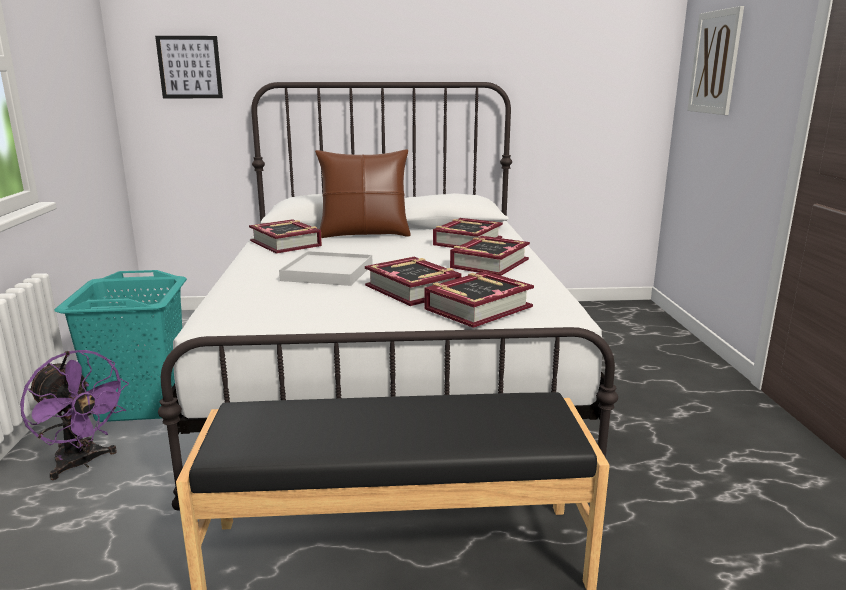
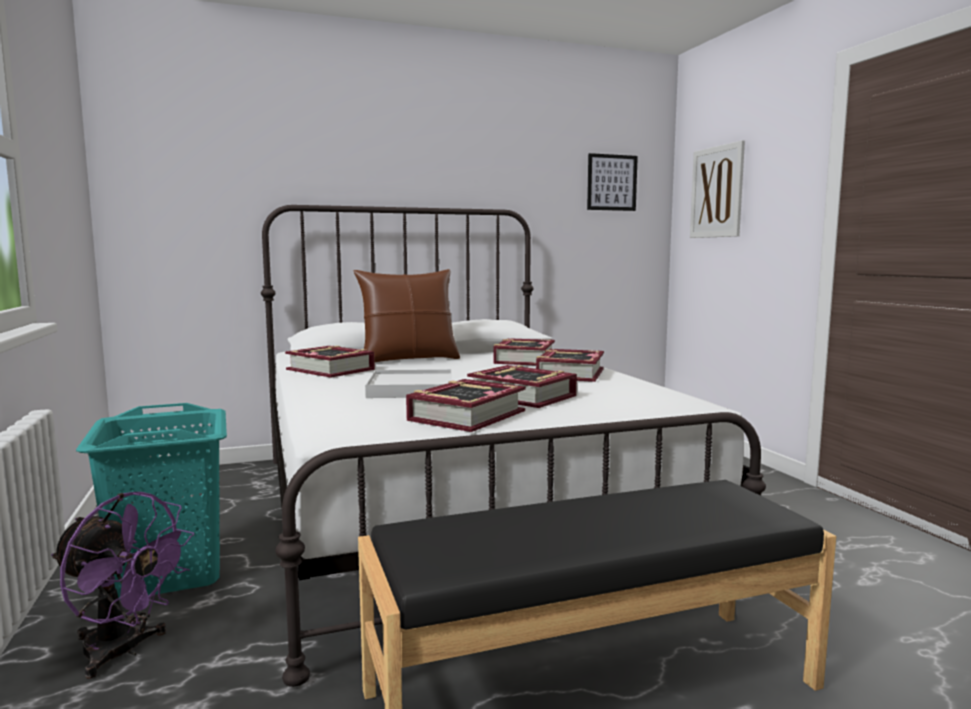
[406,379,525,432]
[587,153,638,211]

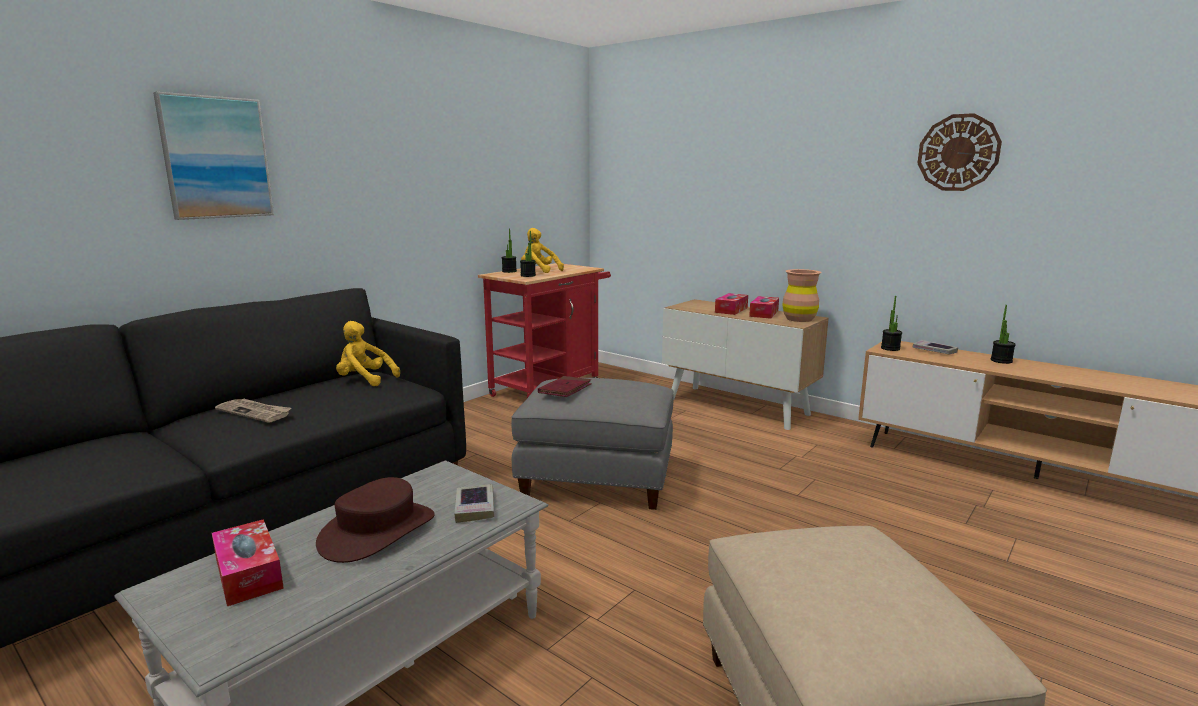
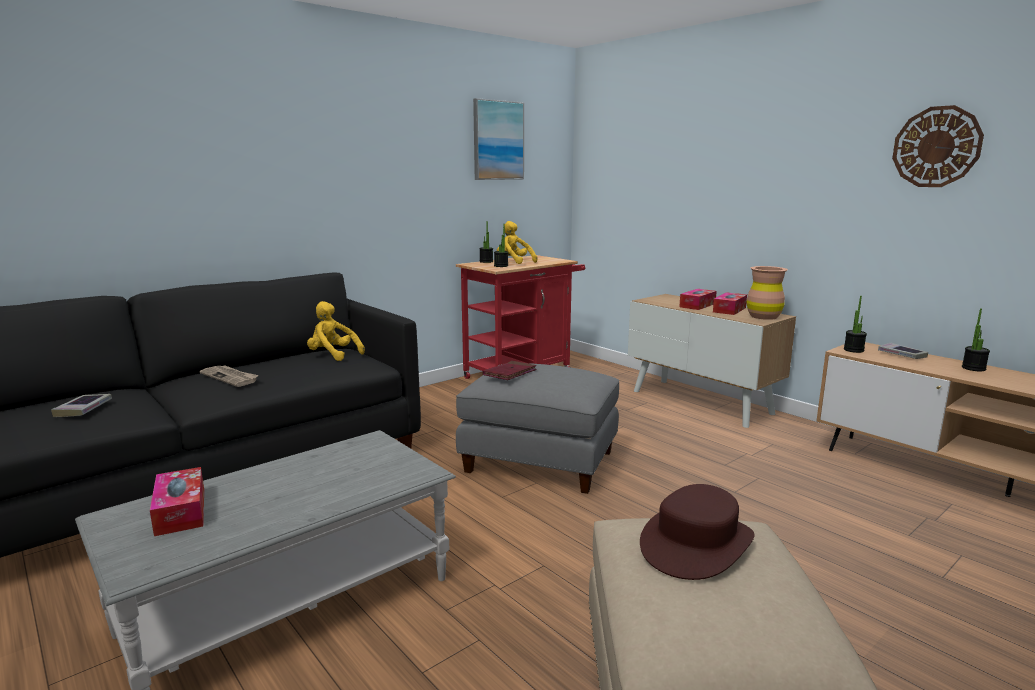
[51,394,112,417]
[473,98,524,180]
[640,484,755,580]

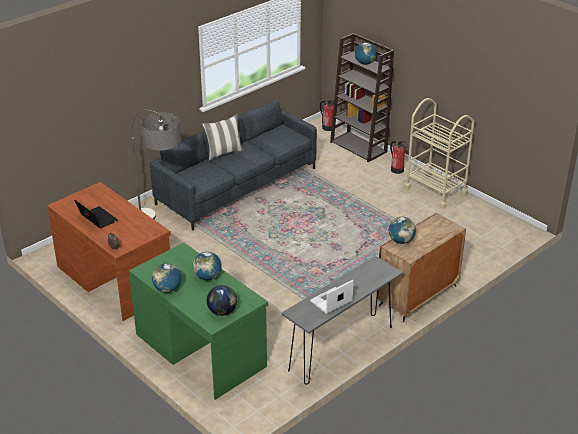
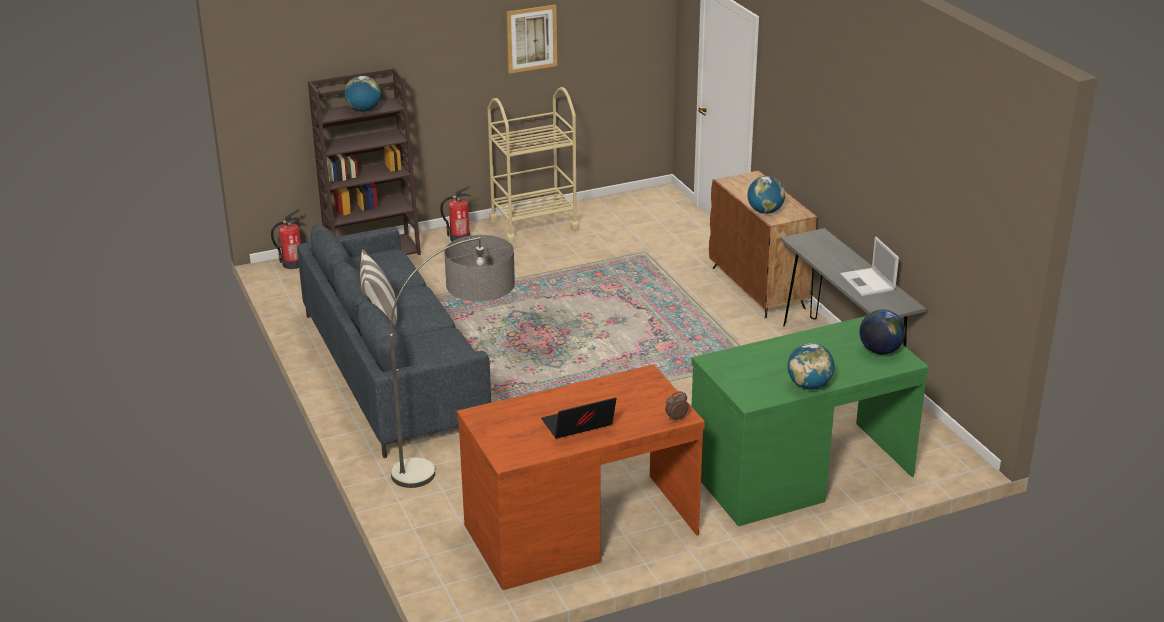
[506,5,557,74]
[193,252,222,280] (first image)

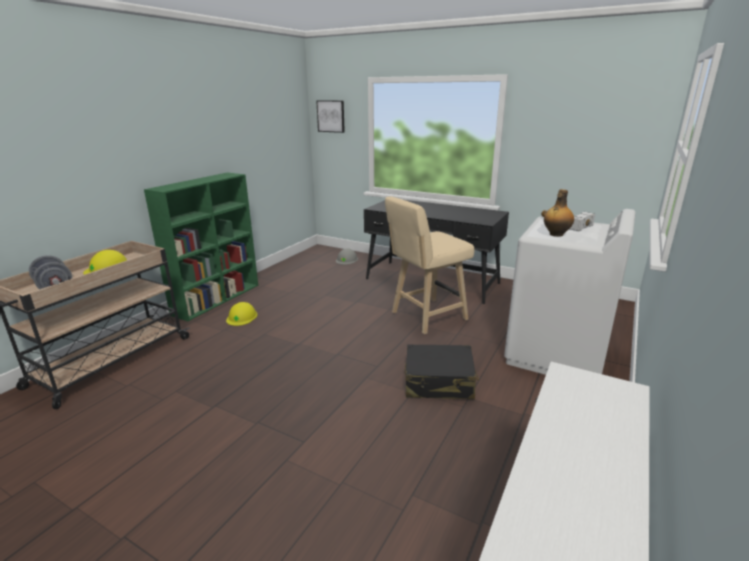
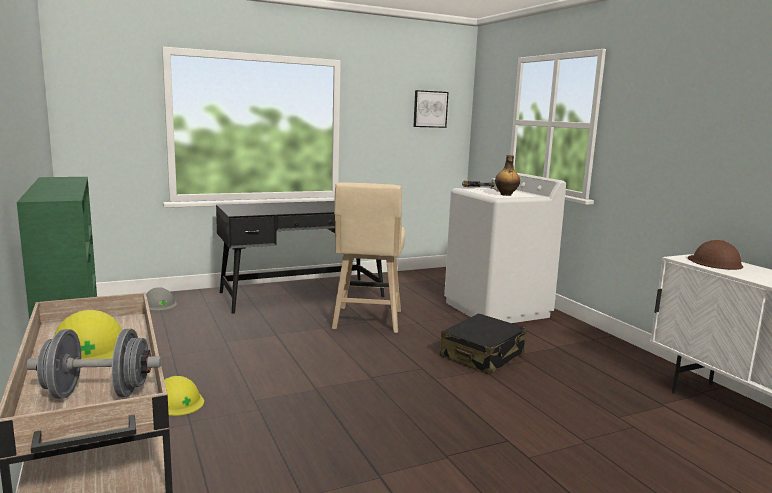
[413,90,448,128]
[688,240,743,270]

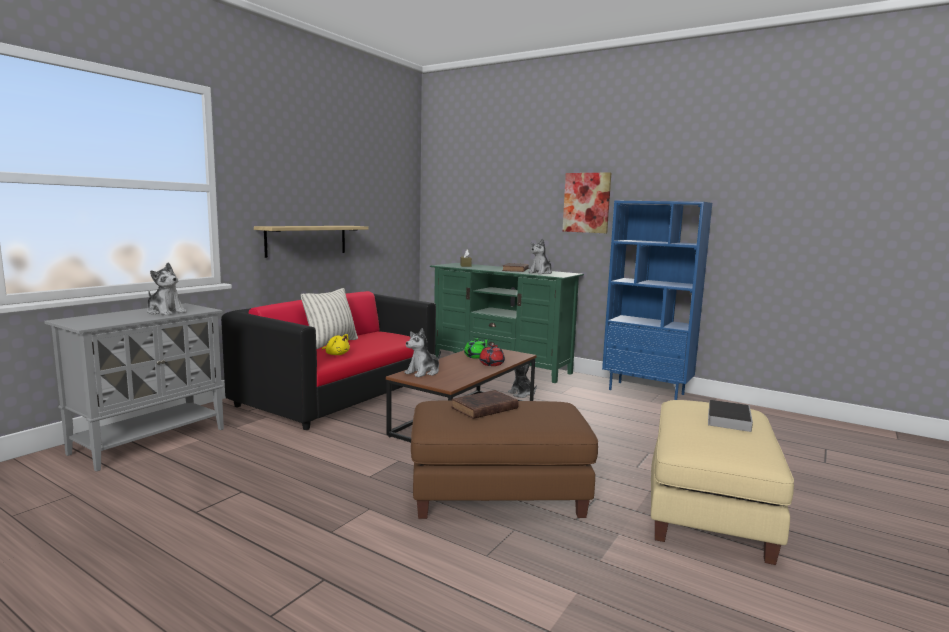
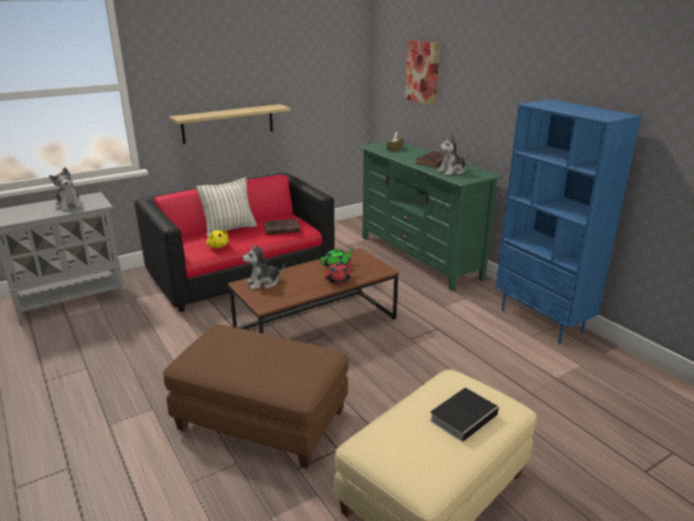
[264,219,300,235]
[405,40,440,106]
[508,363,537,398] (first image)

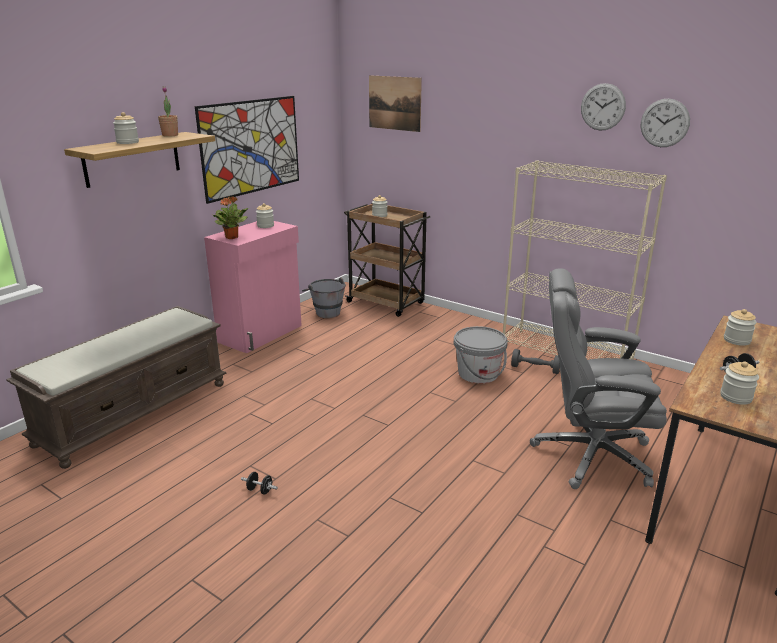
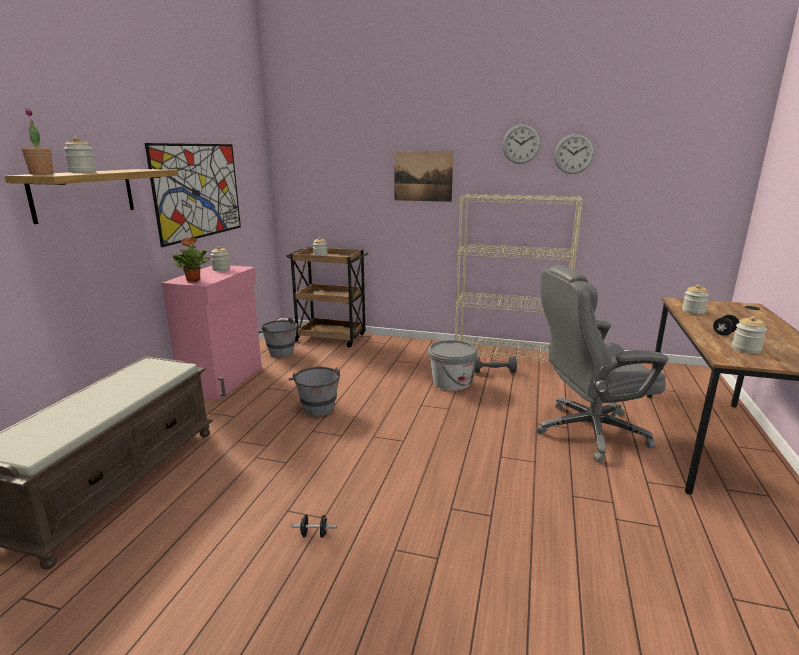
[21,108,54,175]
[288,367,340,417]
[394,151,453,202]

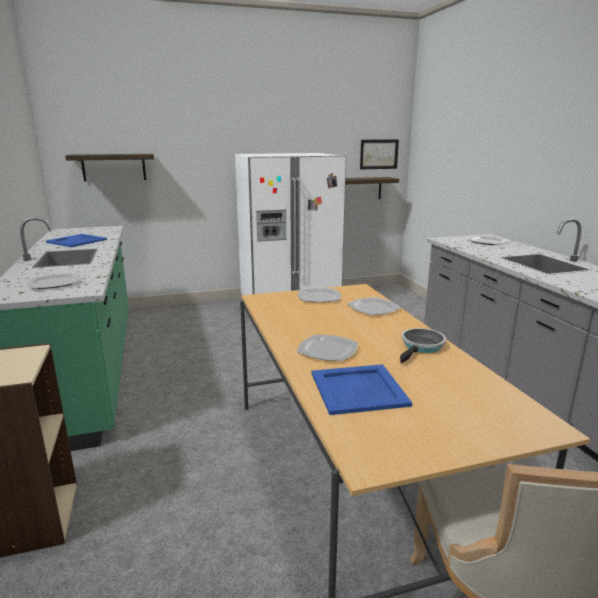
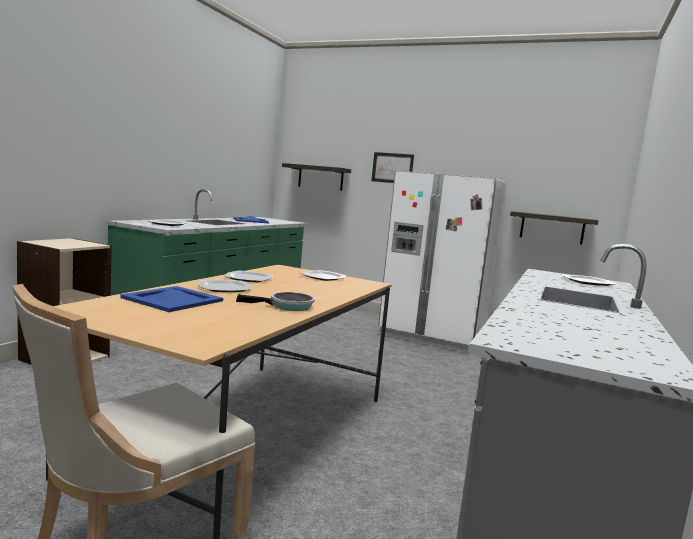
[224,271,273,282]
[371,152,414,183]

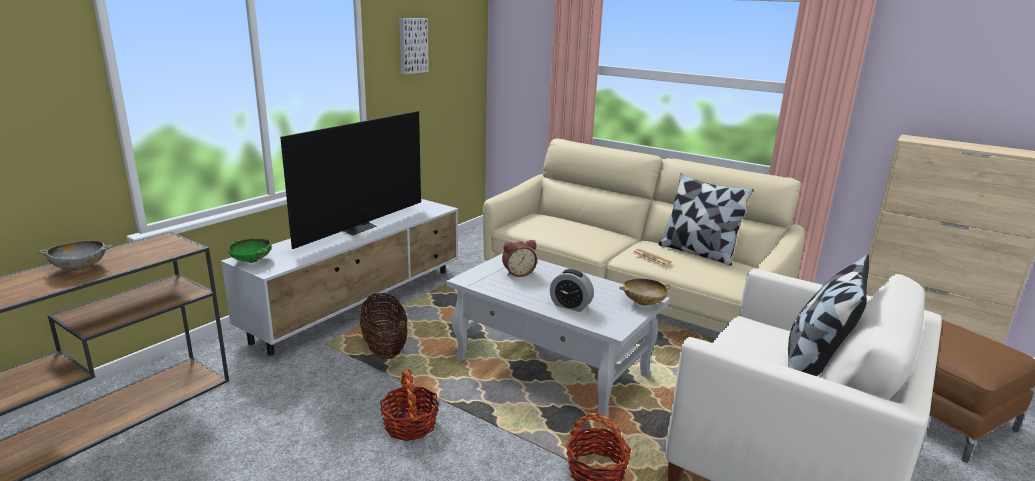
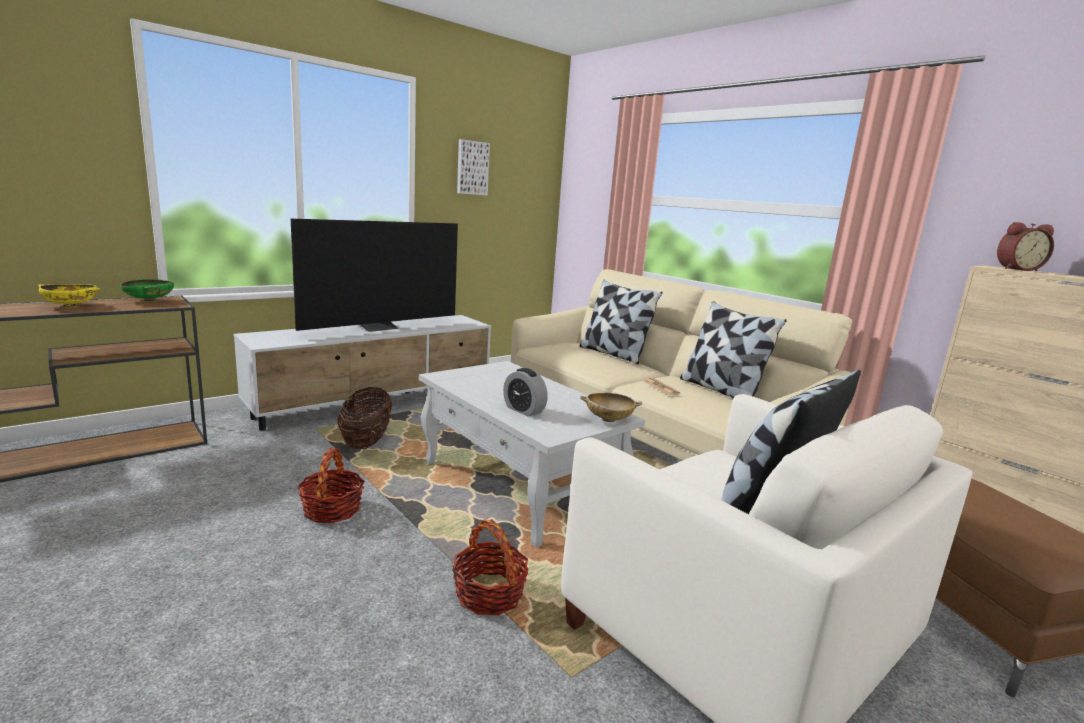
[38,284,100,307]
[120,278,174,301]
[580,279,663,364]
[997,222,1054,271]

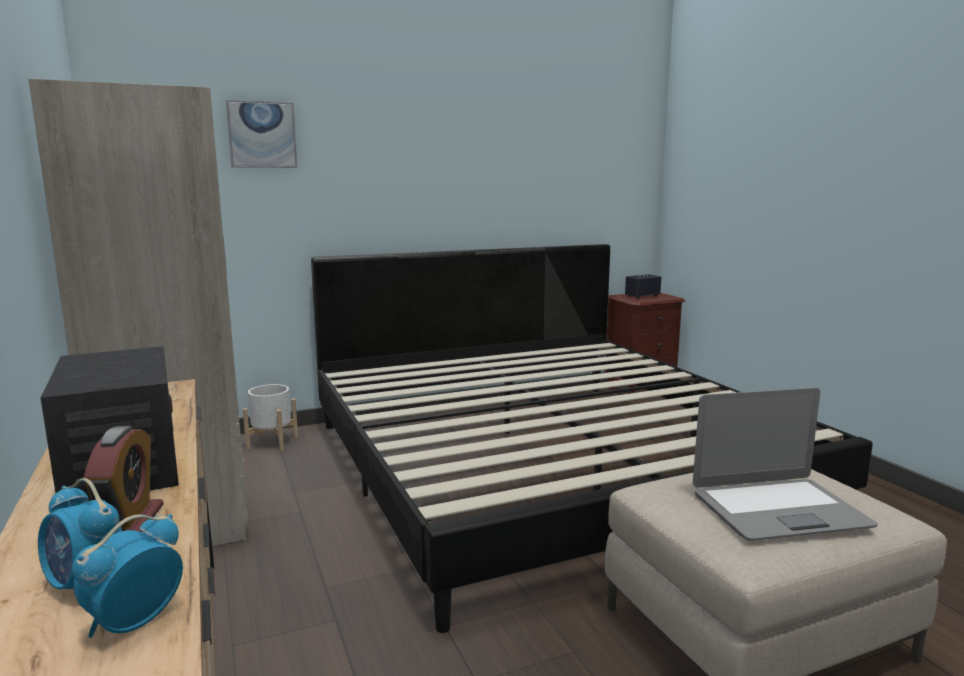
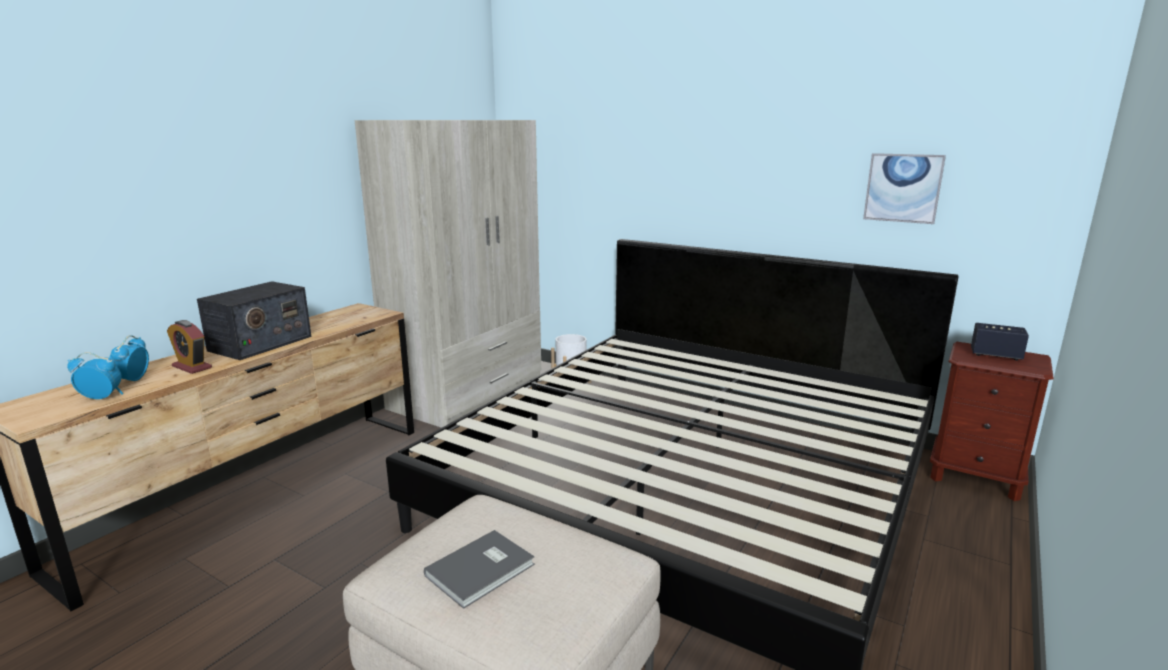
[167,320,212,374]
[424,530,535,609]
[863,153,946,224]

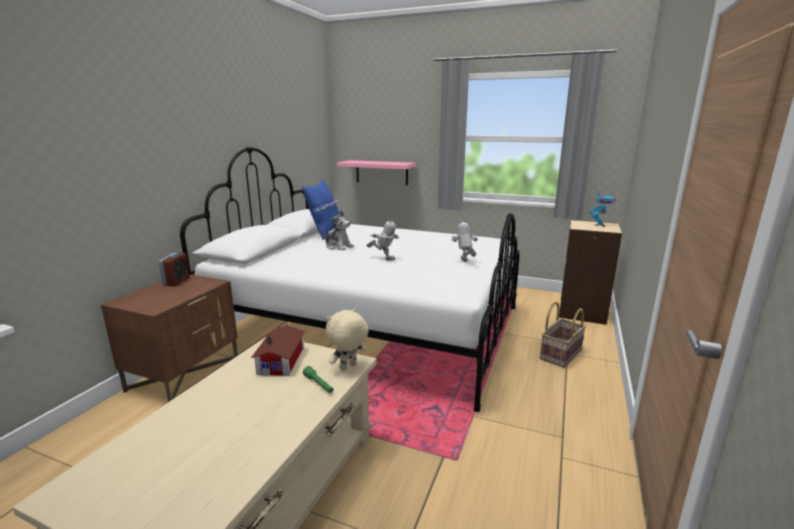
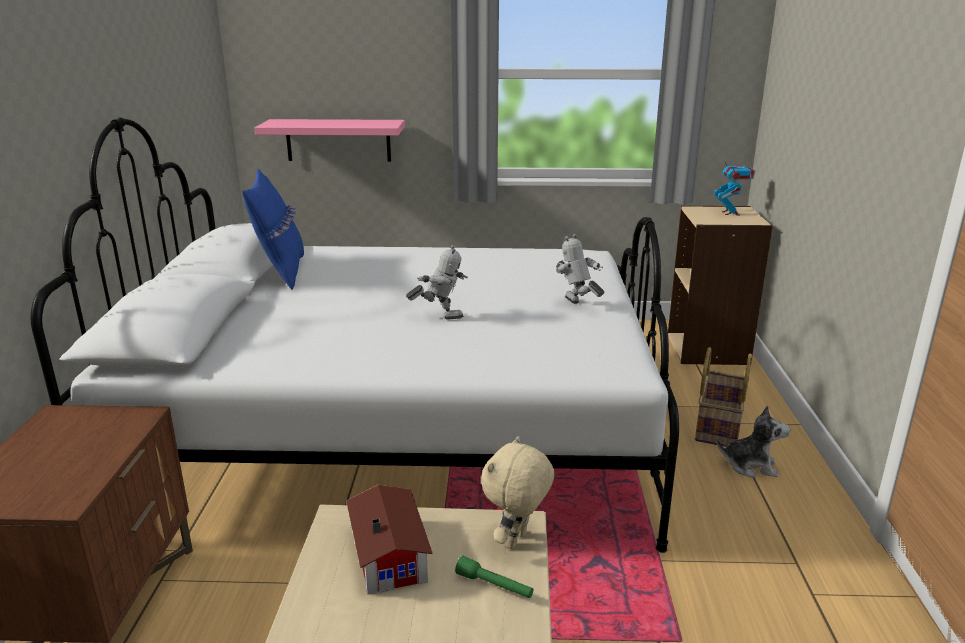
[717,405,791,478]
[159,253,189,286] (first image)

